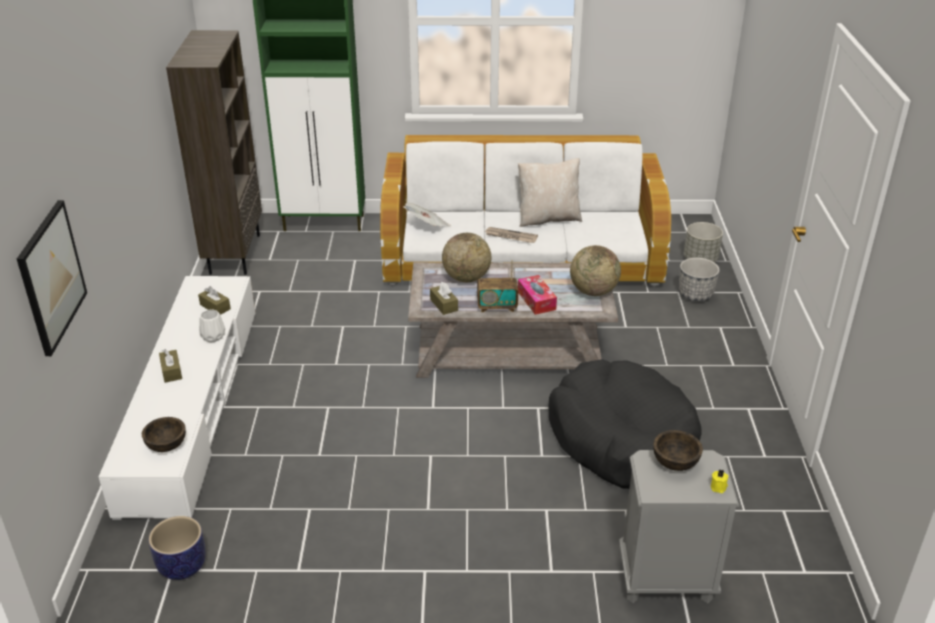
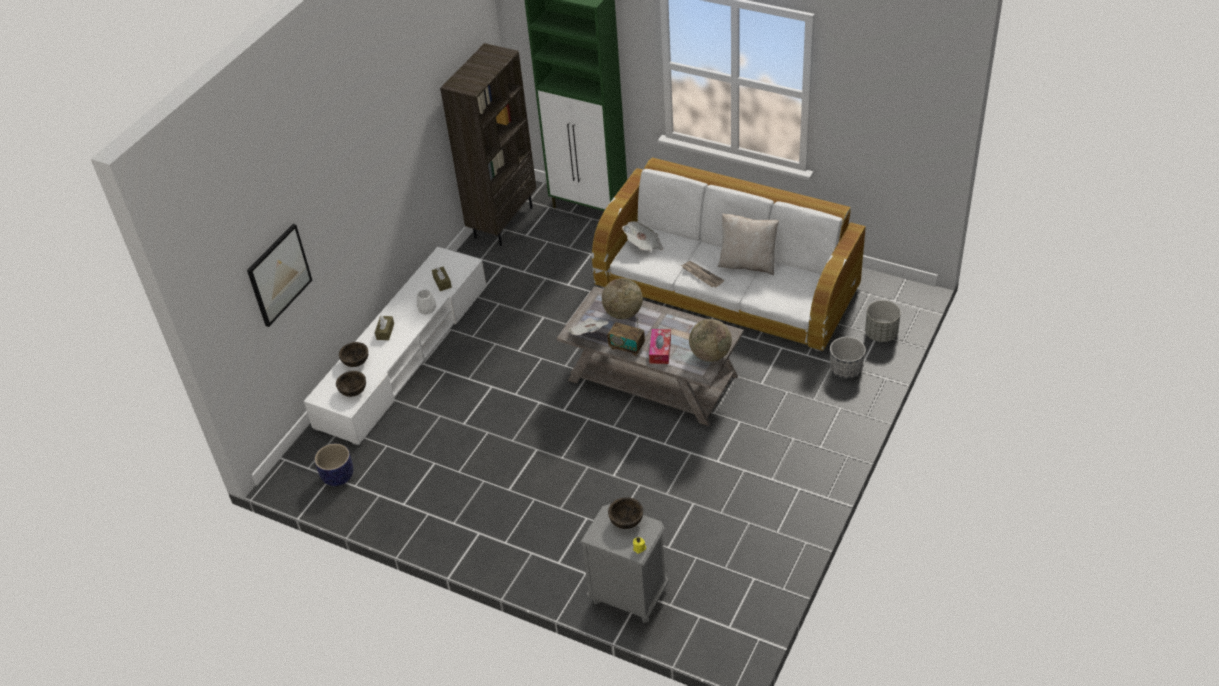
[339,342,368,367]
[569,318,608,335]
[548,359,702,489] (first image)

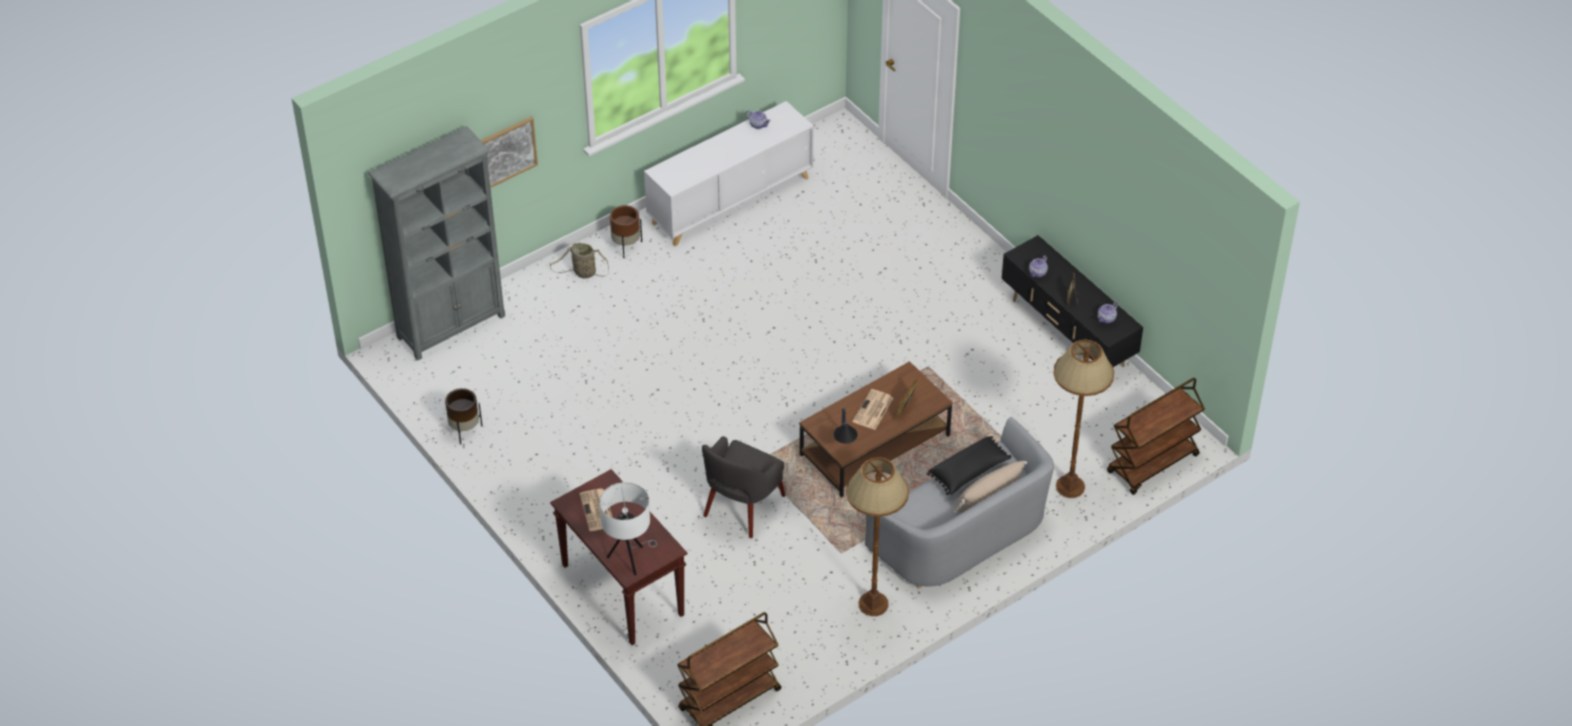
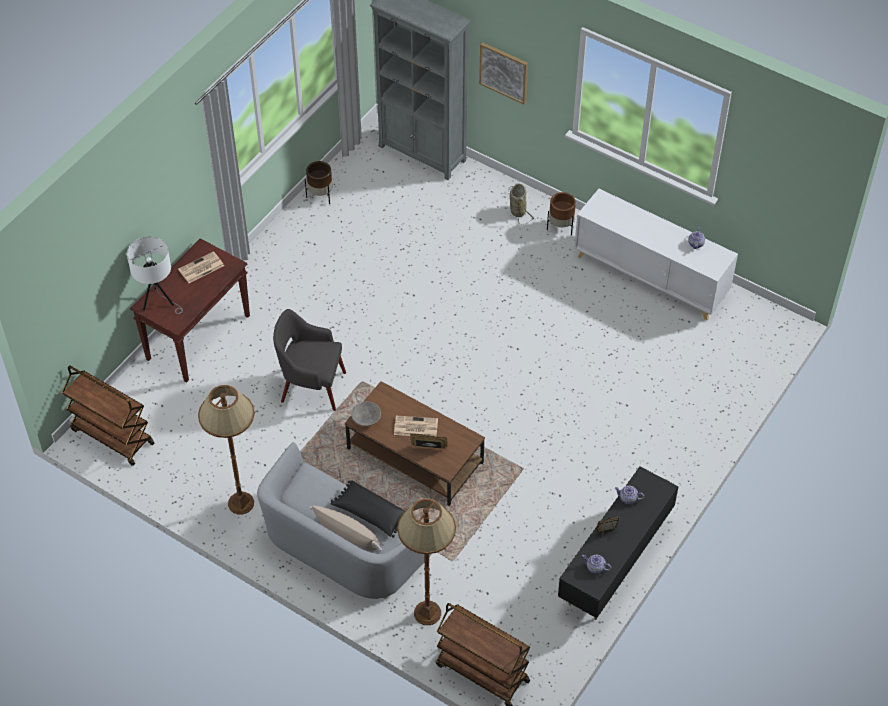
[351,401,381,426]

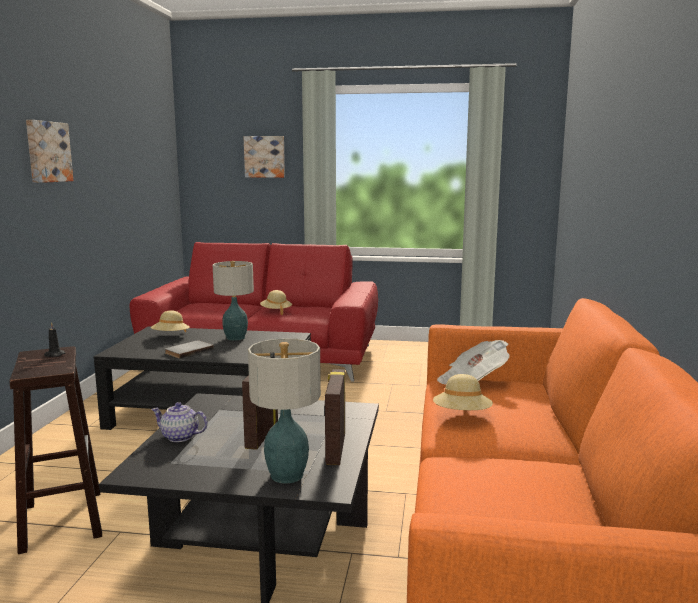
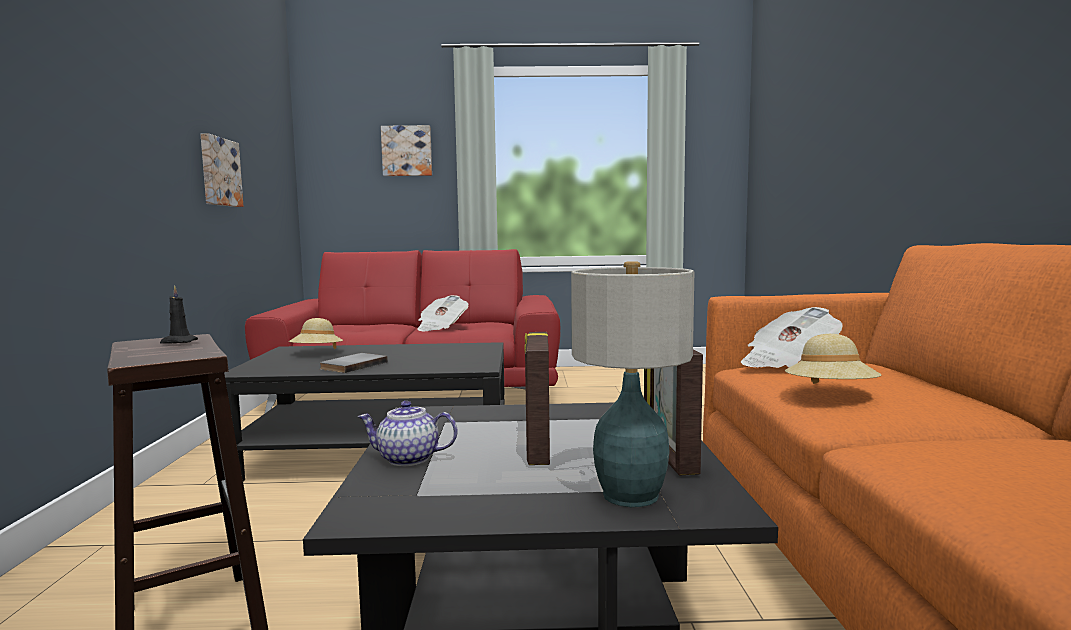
[201,133,243,207]
[417,295,468,331]
[213,261,254,341] (first image)

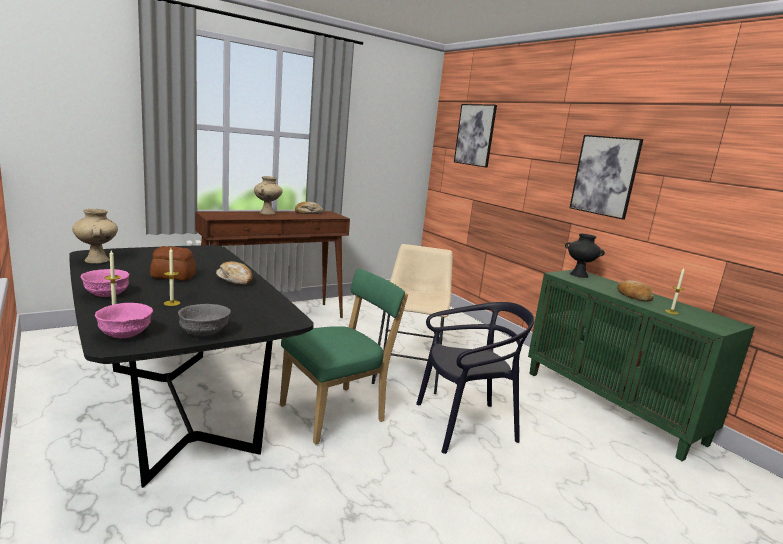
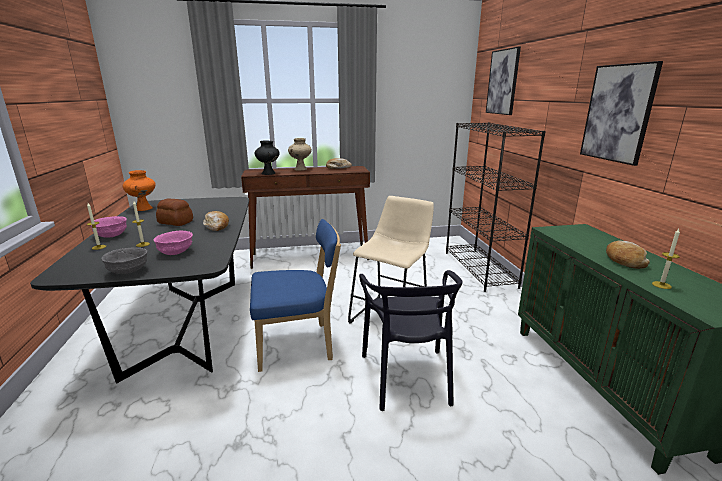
[123,170,156,211]
[154,231,193,255]
[250,219,341,372]
[254,141,280,175]
[359,270,463,411]
[446,122,546,292]

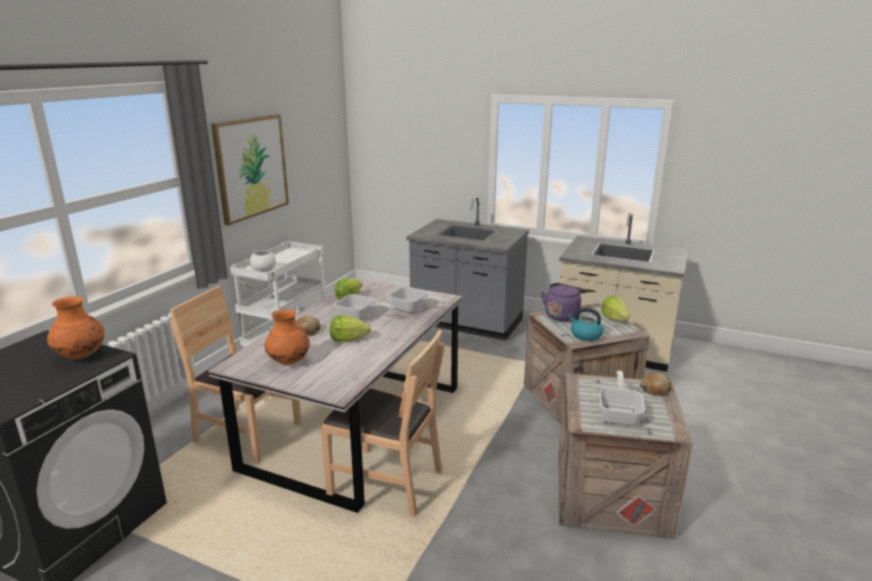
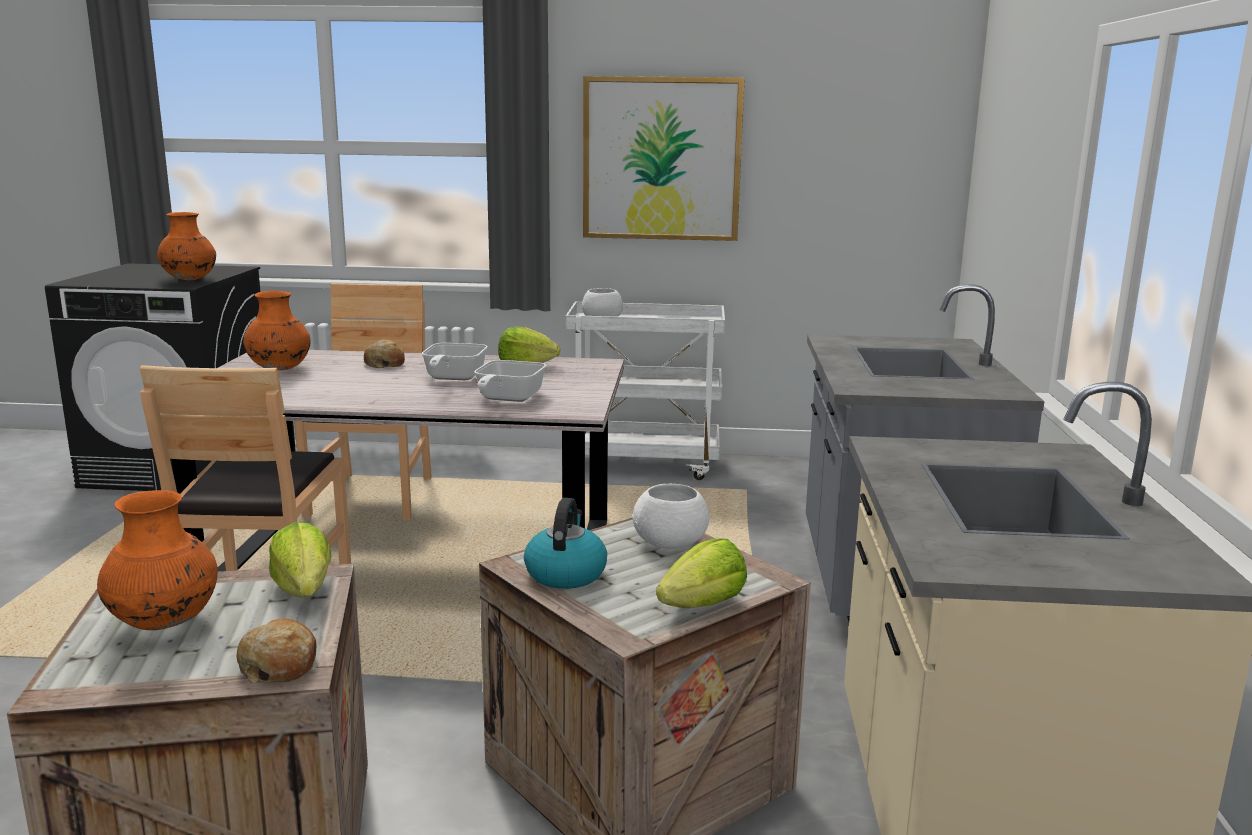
[97,490,218,630]
[269,522,331,597]
[633,484,709,549]

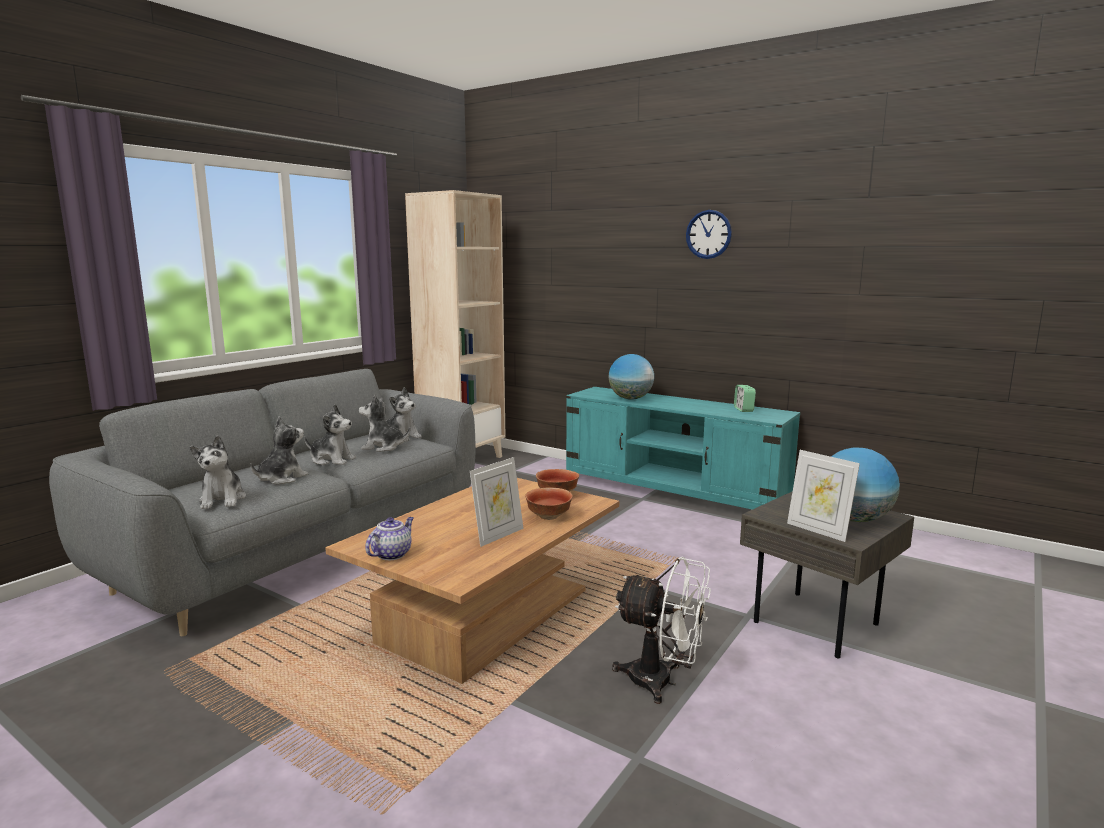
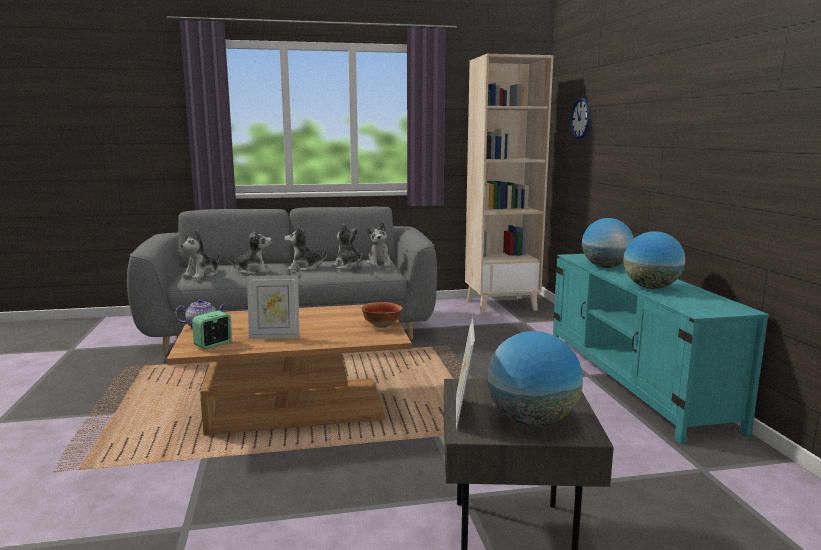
[192,311,232,349]
[285,225,327,271]
[570,98,590,140]
[623,231,685,289]
[525,487,573,520] (first image)
[612,557,711,704] (first image)

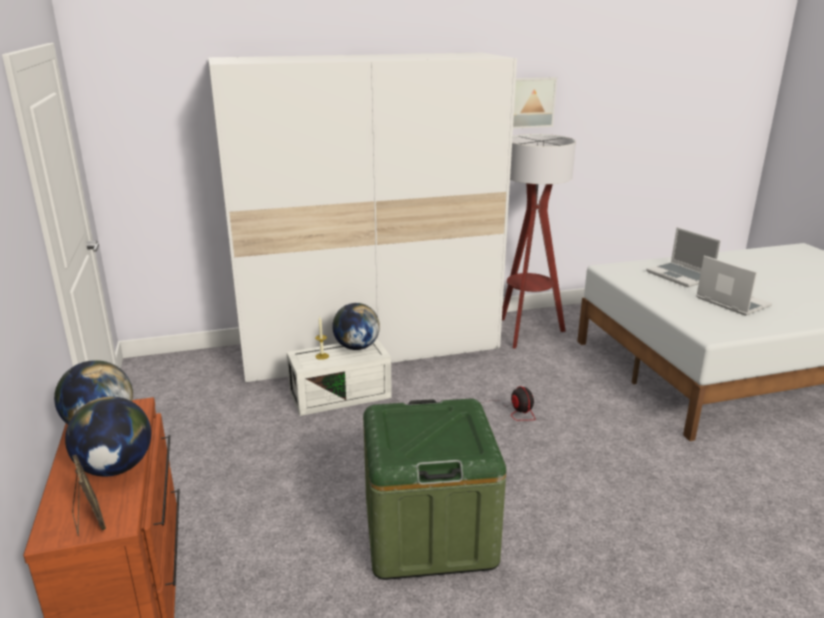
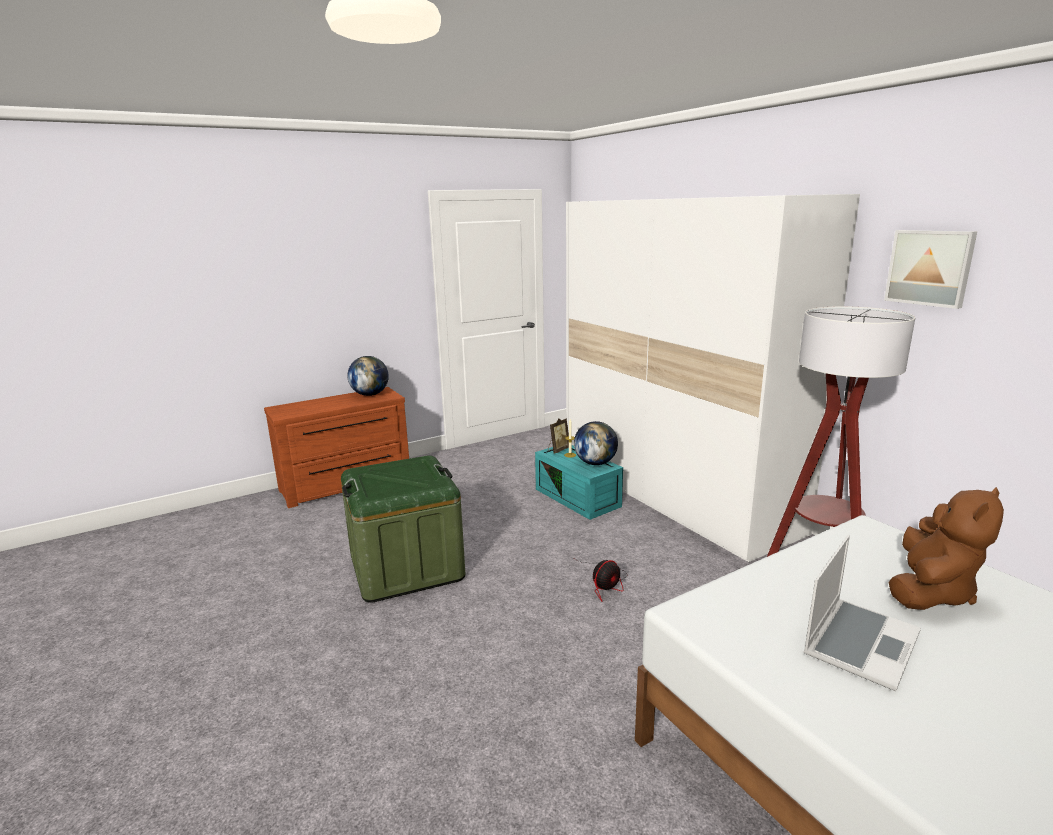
[535,445,623,520]
[548,418,569,454]
[889,487,1004,610]
[65,396,151,477] (first image)

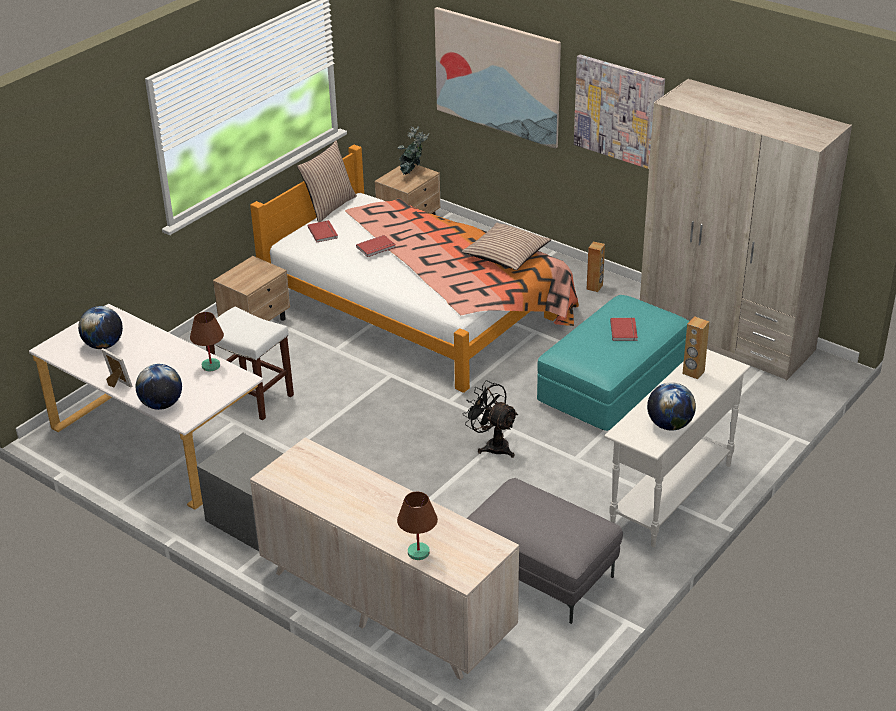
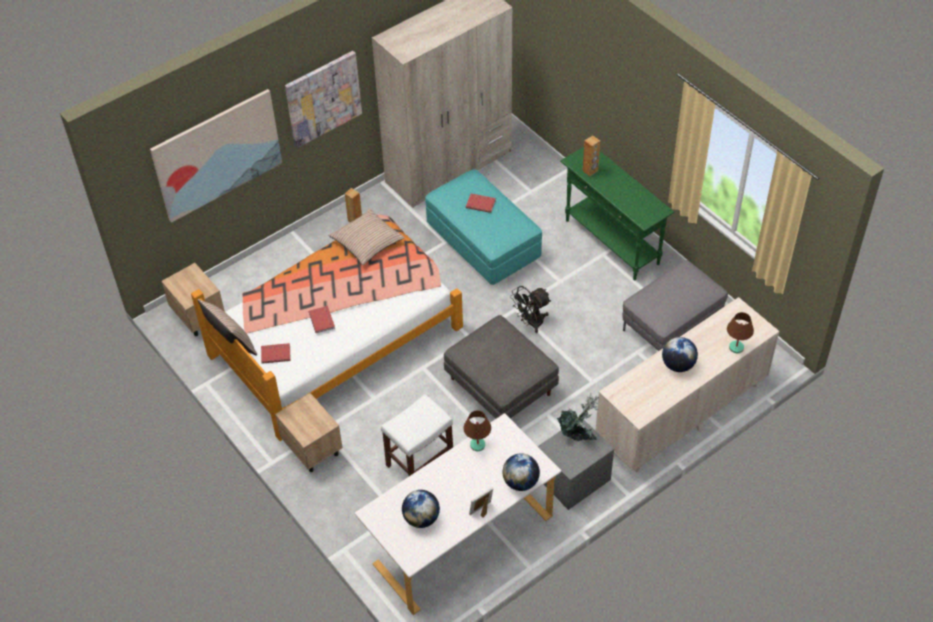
[444,315,559,419]
[557,393,599,441]
[560,147,674,280]
[662,337,698,372]

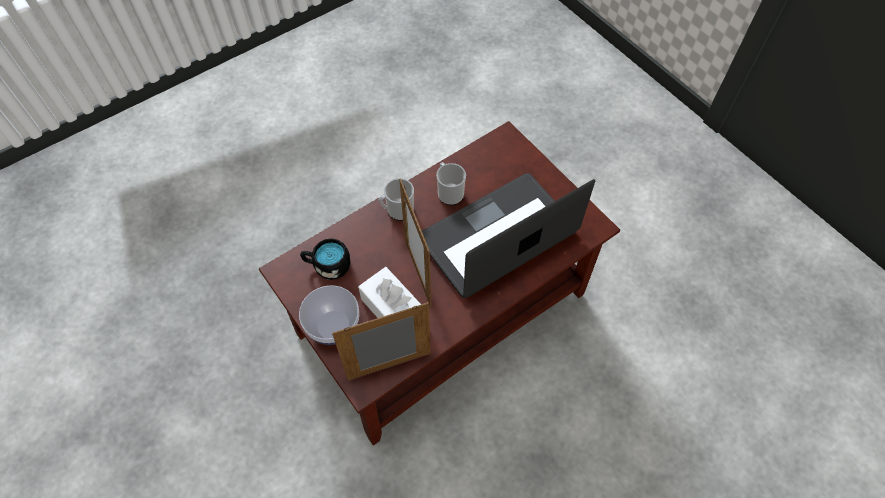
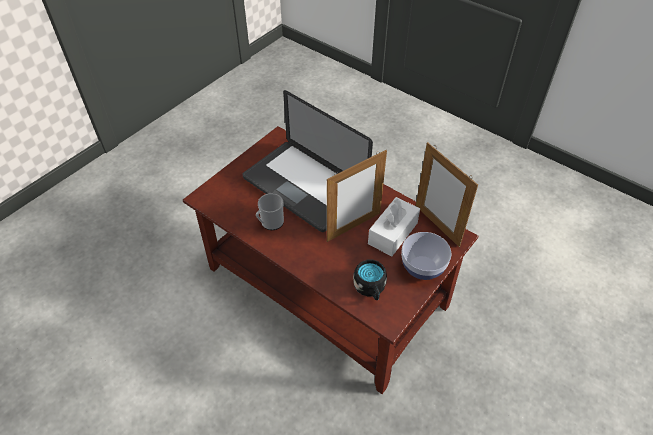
[378,178,414,221] (first image)

